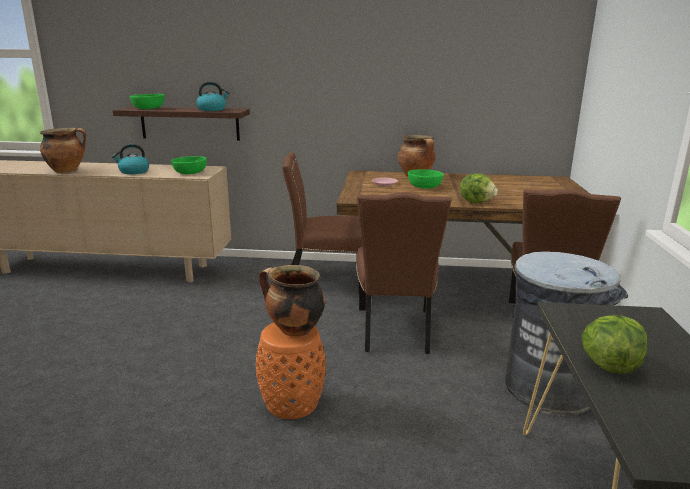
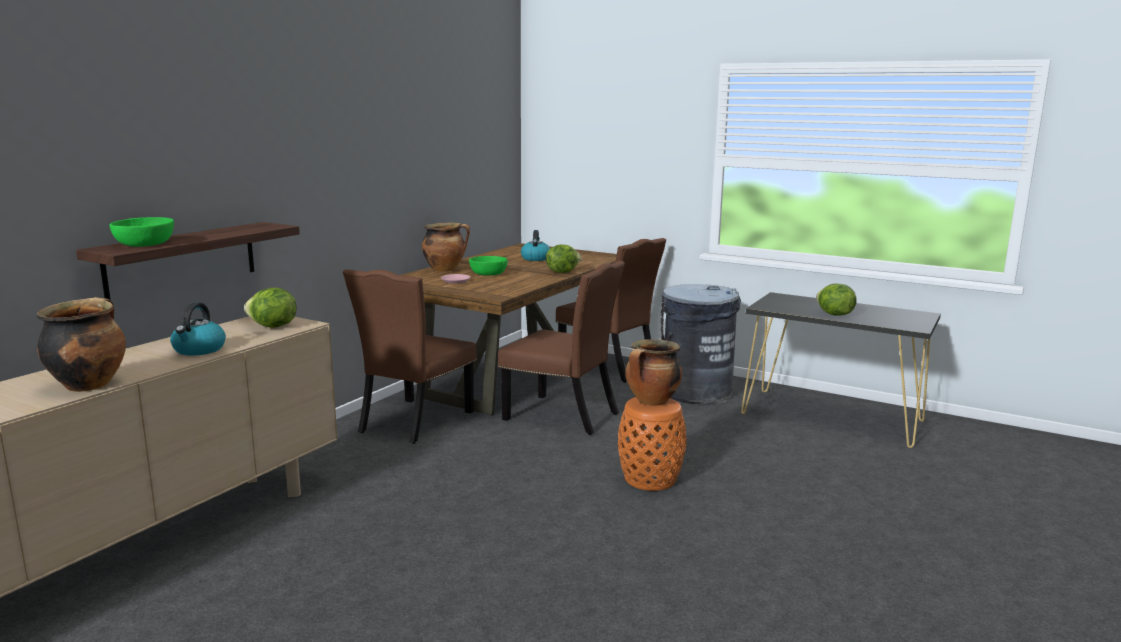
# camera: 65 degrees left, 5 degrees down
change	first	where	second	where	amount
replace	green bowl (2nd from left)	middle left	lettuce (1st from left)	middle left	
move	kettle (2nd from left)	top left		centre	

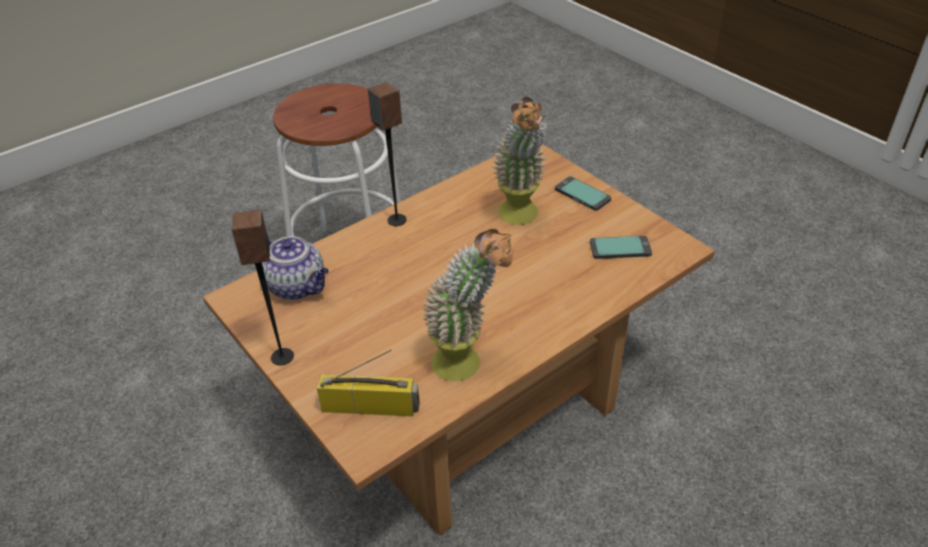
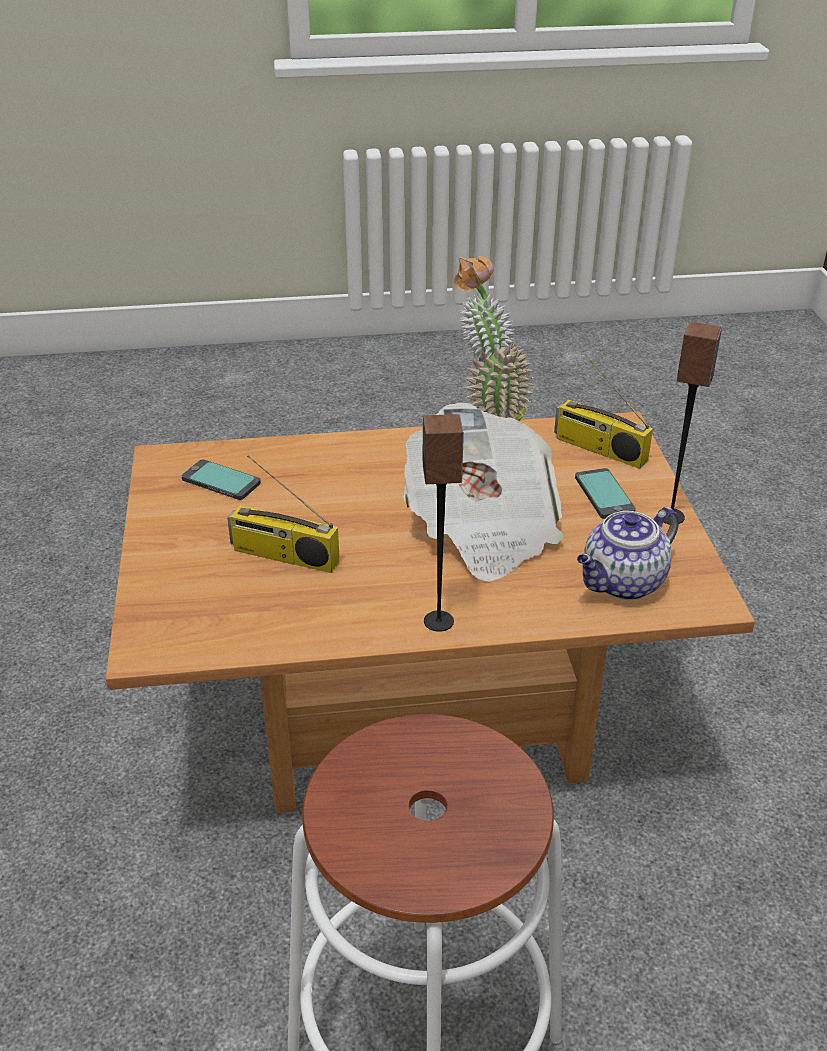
# camera: 150 degrees left, 5 degrees down
change	first	where	second	where	amount
rotate	teapot	middle left		middle right	105 degrees counterclockwise
replace	potted plant (2nd from left)	top centre	radio (1st from left)	centre	
move	phone (1st from left in the first image)	centre	phone (2nd from left)	middle right	
insert			newspaper	centre	

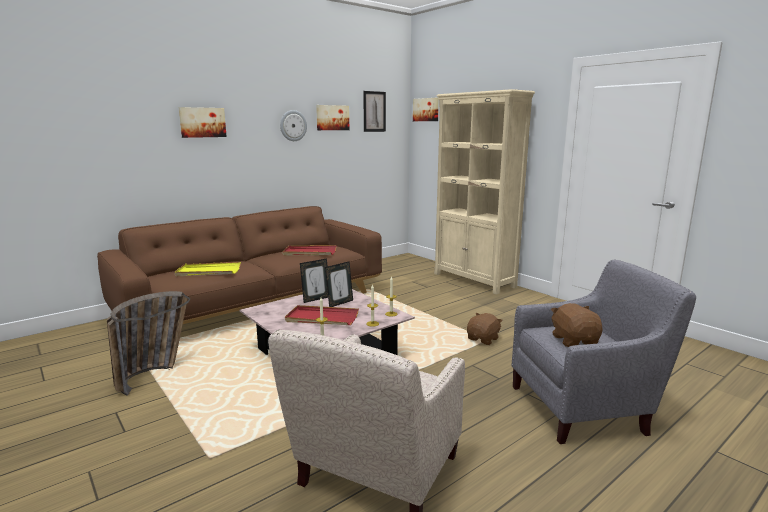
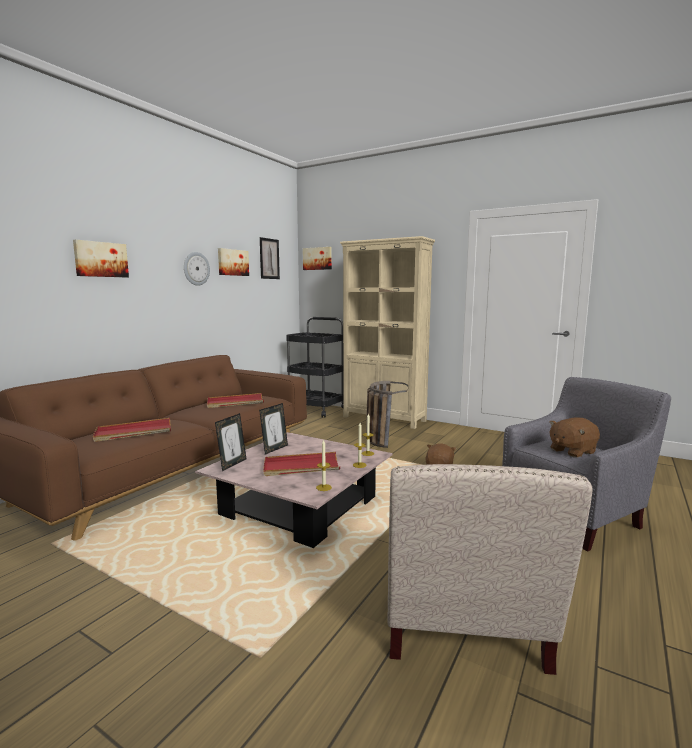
# camera: 20 degrees left, 5 degrees down
change	first	where	second	where	amount
move	basket	bottom left		centre	
recolor	yellow tray	middle left	red tray (1st from left)	middle left	
move	picture frame (2nd from left in the first image)	centre	picture frame (1st from left)	middle left	
rotate	brown plush toy (2nd from left)	middle right		middle right	90 degrees counterclockwise
insert			black cart	centre	

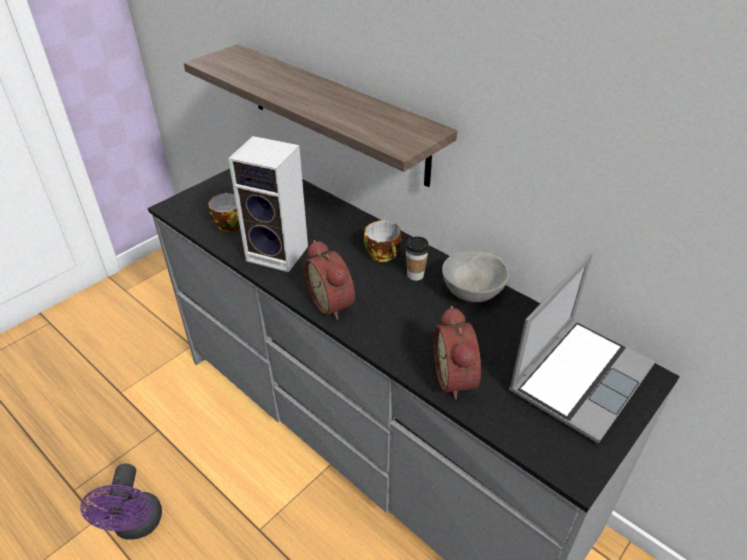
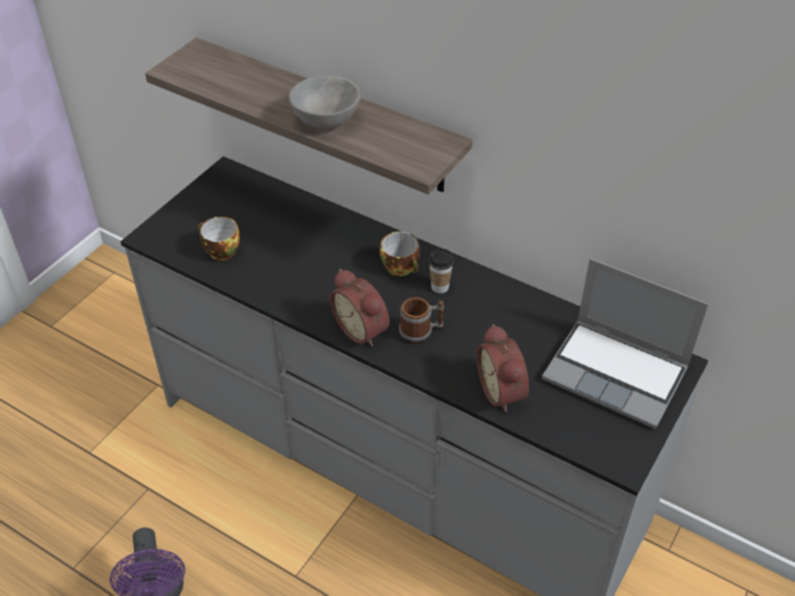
# camera: 10 degrees left, 5 degrees up
change	first	where	second	where	amount
delete	speaker	centre			
move	grey bowl	centre		top centre	
rotate	laptop	middle right		middle right	90 degrees clockwise
insert			mug	centre	

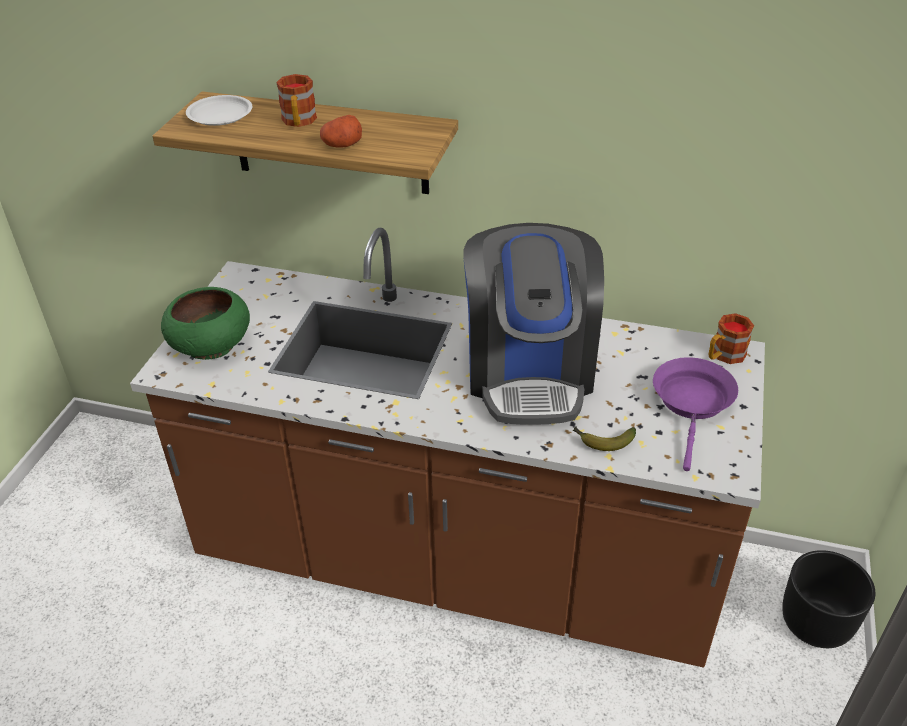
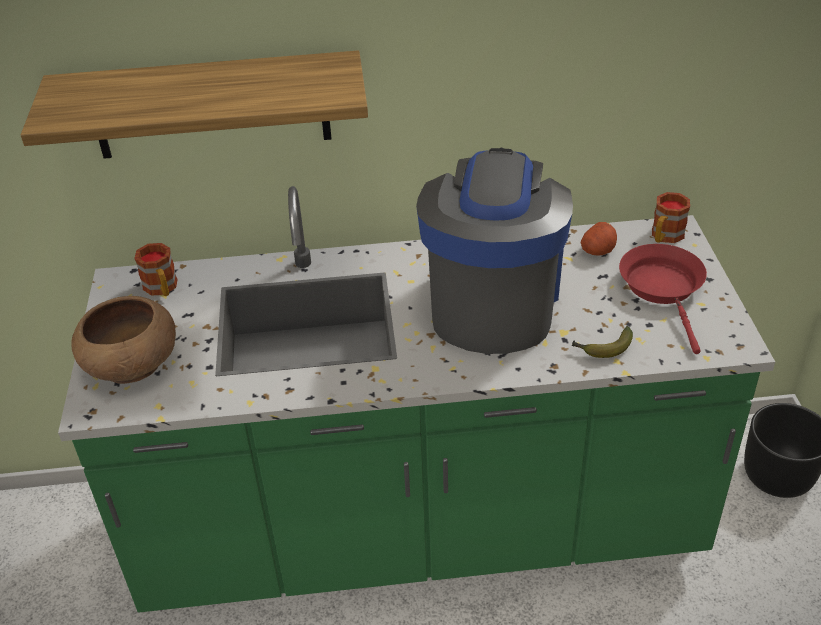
# camera: 20 degrees left, 0 degrees up
change	first	where	second	where	amount
recolor	brown counter	centre	green counter	centre	
recolor	green bowl	middle left	brown bowl	middle left	
delete	white plate	top left			
move	mug (1st from left)	top left		middle left	
move	potato	top centre		middle right	
rotate	coffee machine	centre		centre	150 degrees counterclockwise
recolor	purple frying pan	middle right	red frying pan	middle right	

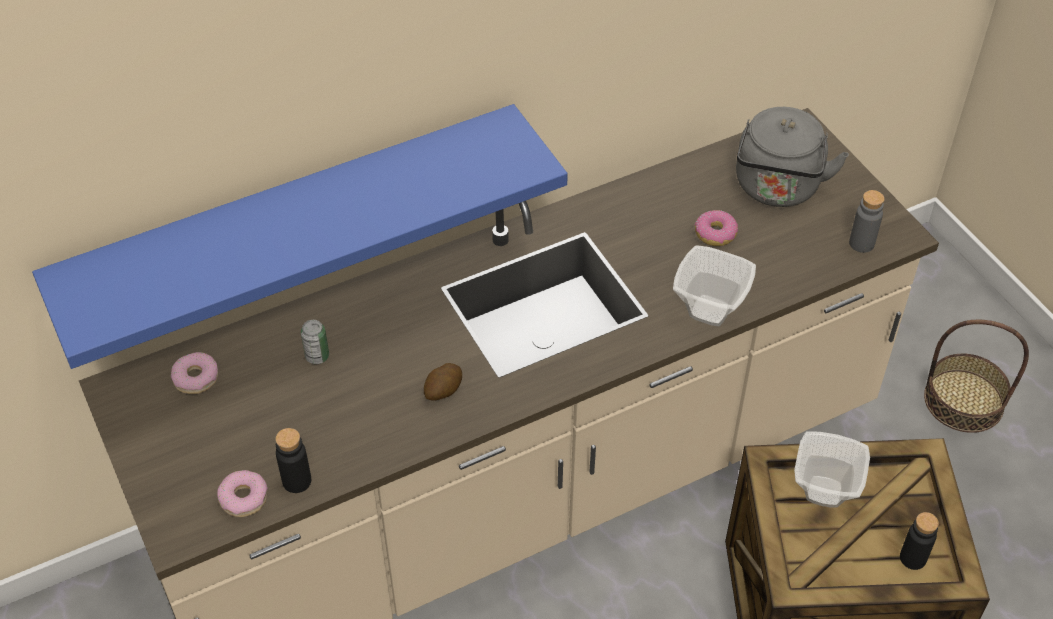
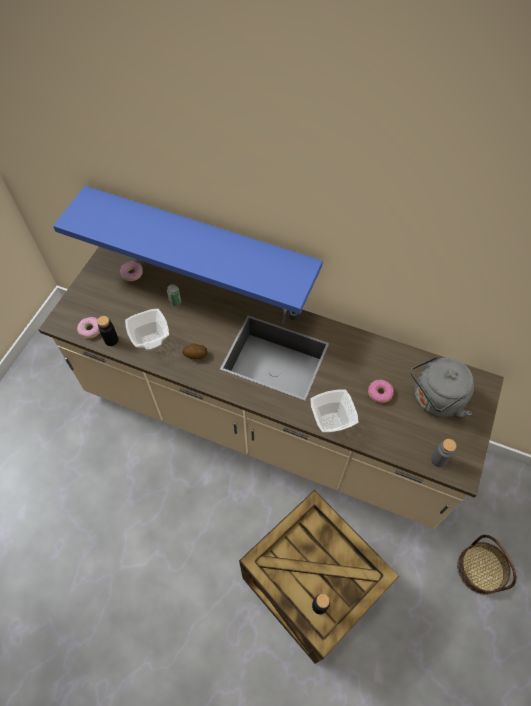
# camera: 50 degrees right, 10 degrees up
change	first	where	second	where	amount
move	bowl (2nd from left in the first image)	bottom right	bowl (1st from left)	middle left	

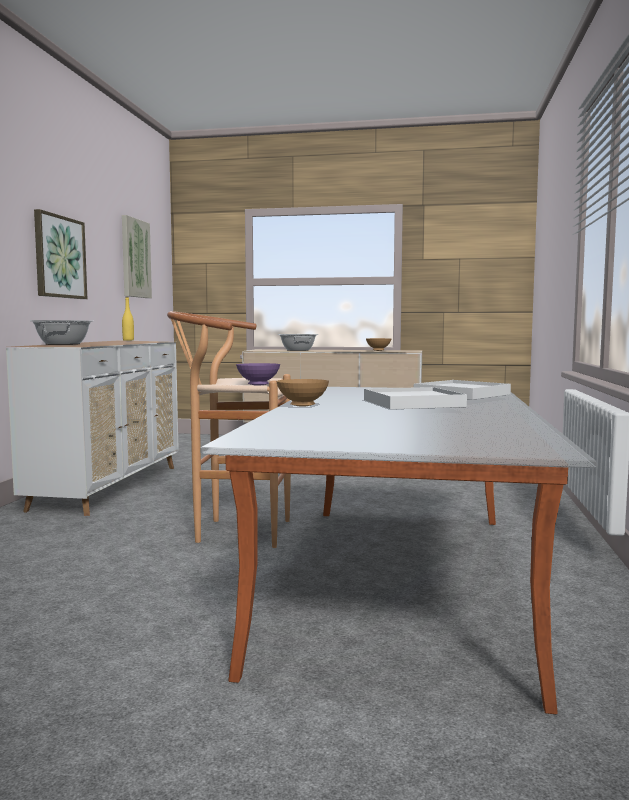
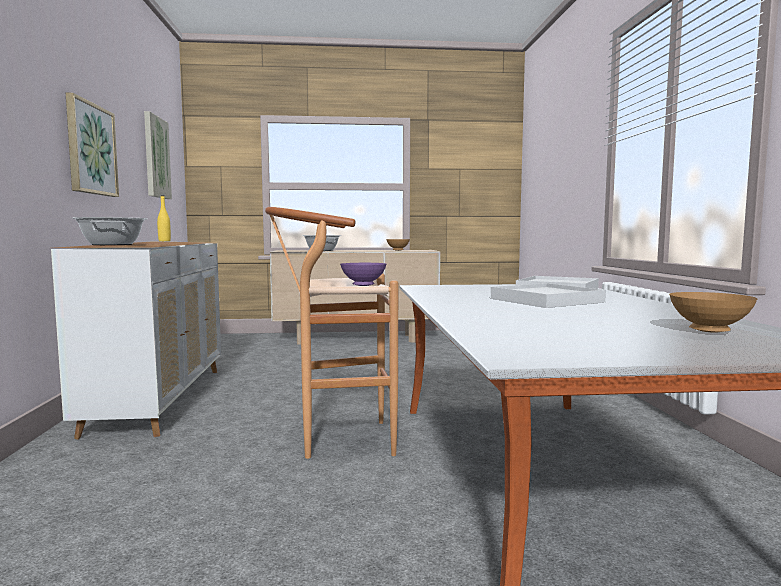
# camera: 15 degrees left, 0 degrees up
change	first	where	second	where	amount
move	brown bowl (1st from left in the first image)	centre	brown bowl (2nd from left)	middle right	

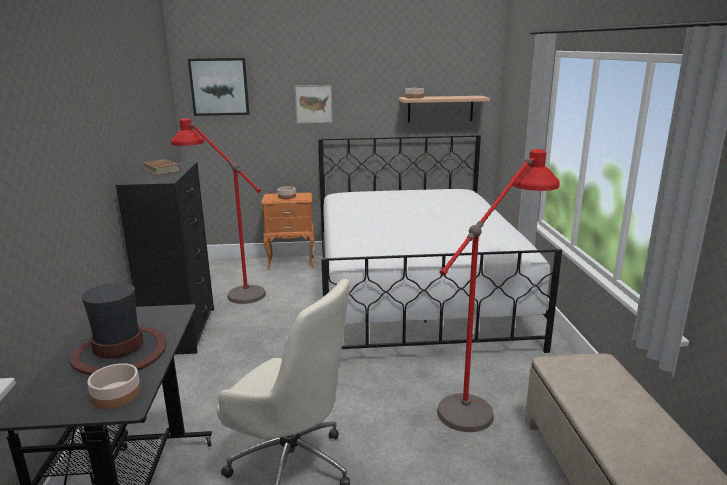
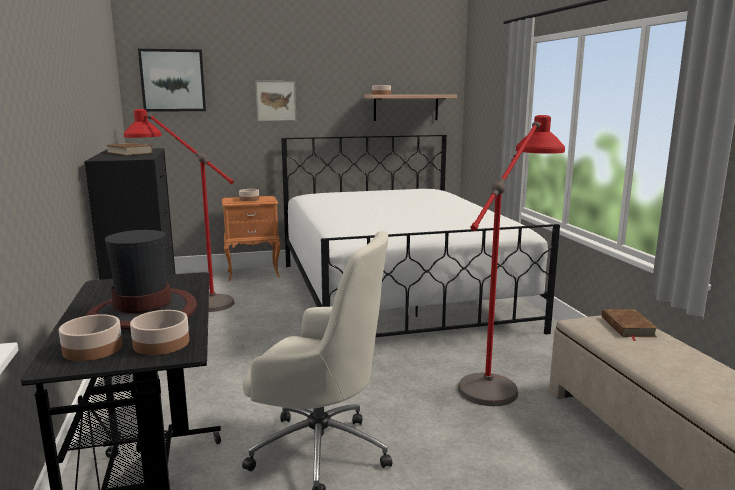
# camera: 10 degrees left, 5 degrees down
change	first	where	second	where	amount
insert			bowl (1st from left)	bottom left	
insert			brown book (2nd from left)	middle right	

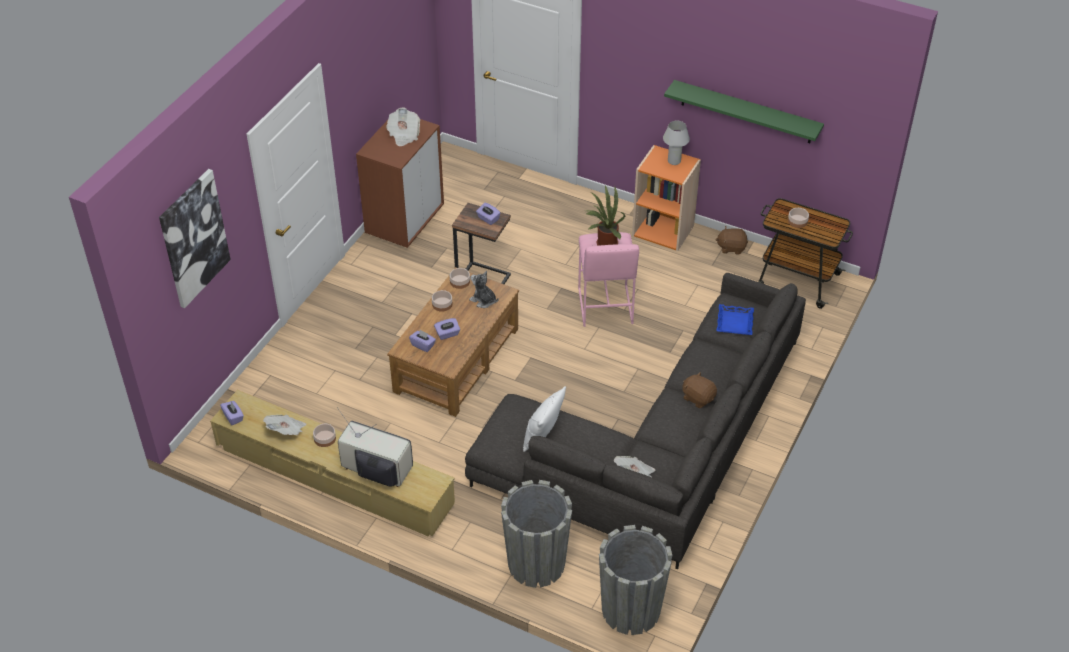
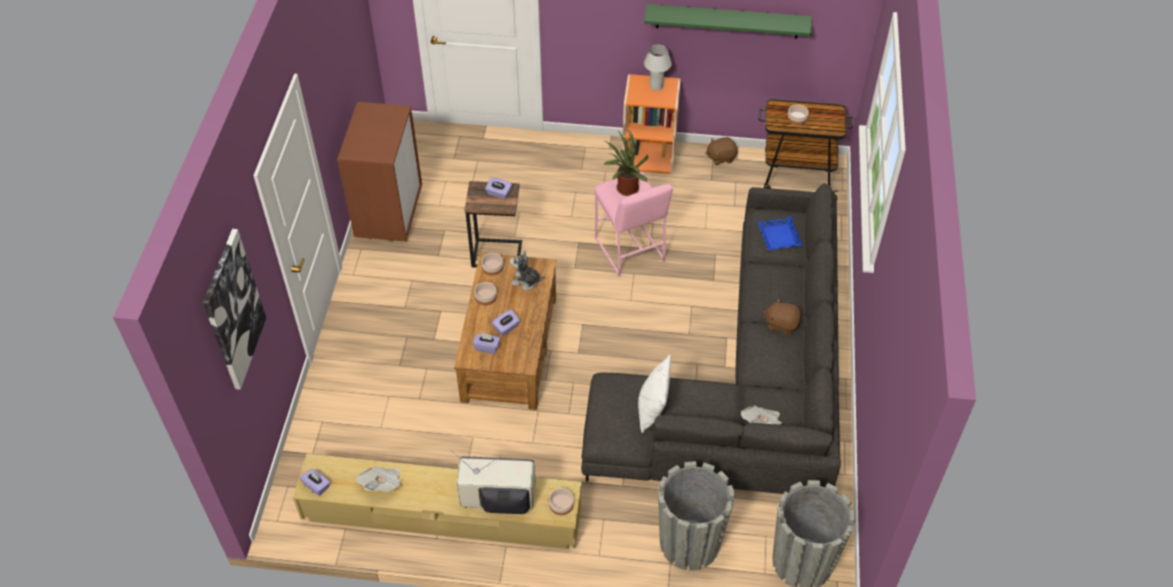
# camera: 20 degrees left, 5 degrees up
change	first	where	second	where	amount
move	bowl (1st from left in the first image)	bottom left	bowl (3rd from left)	bottom centre	
delete	newspaper (2nd from left)	top centre			

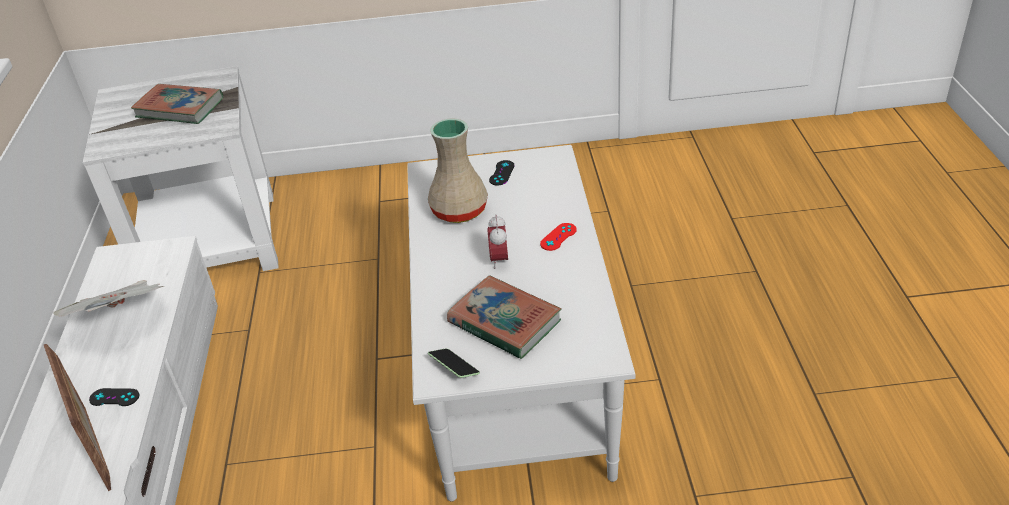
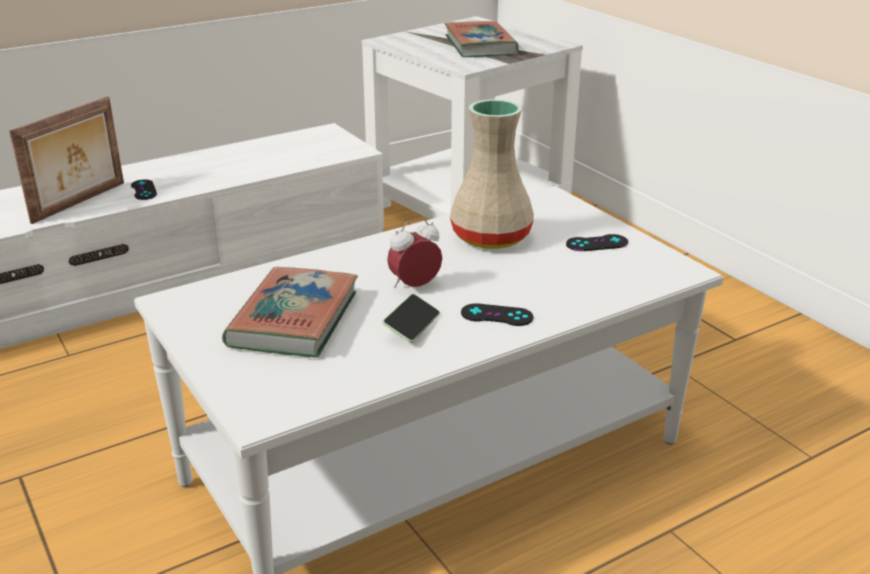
# camera: 60 degrees right, 10 degrees down
change	first	where	second	where	amount
delete	newspaper	middle left			
move	phone	bottom centre		centre	
recolor	red game controller	centre	black game controller (2nd from left)	centre	

